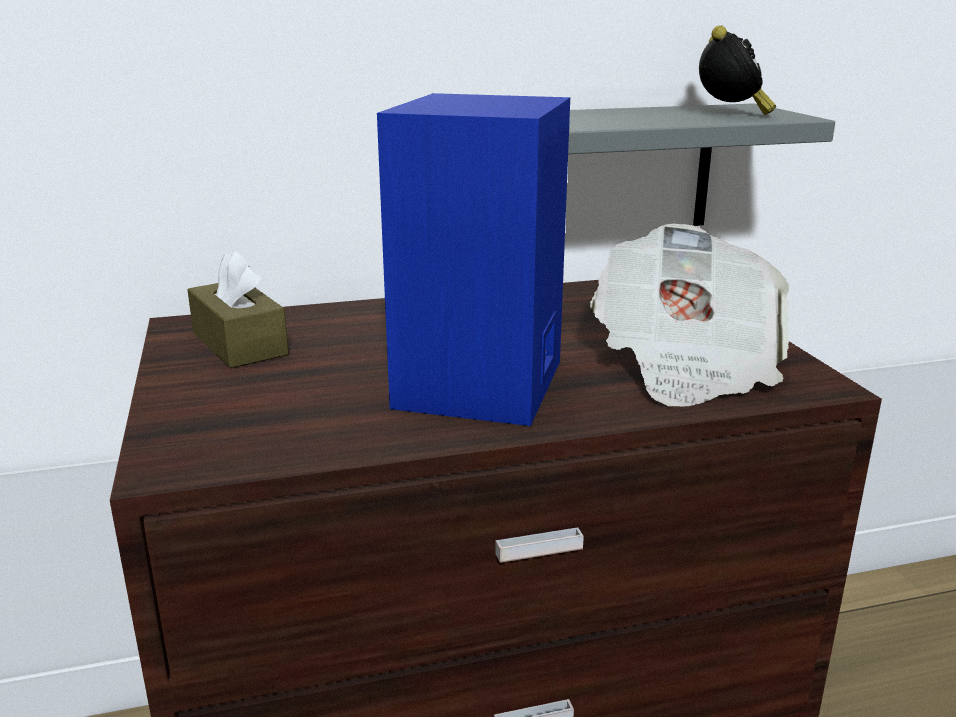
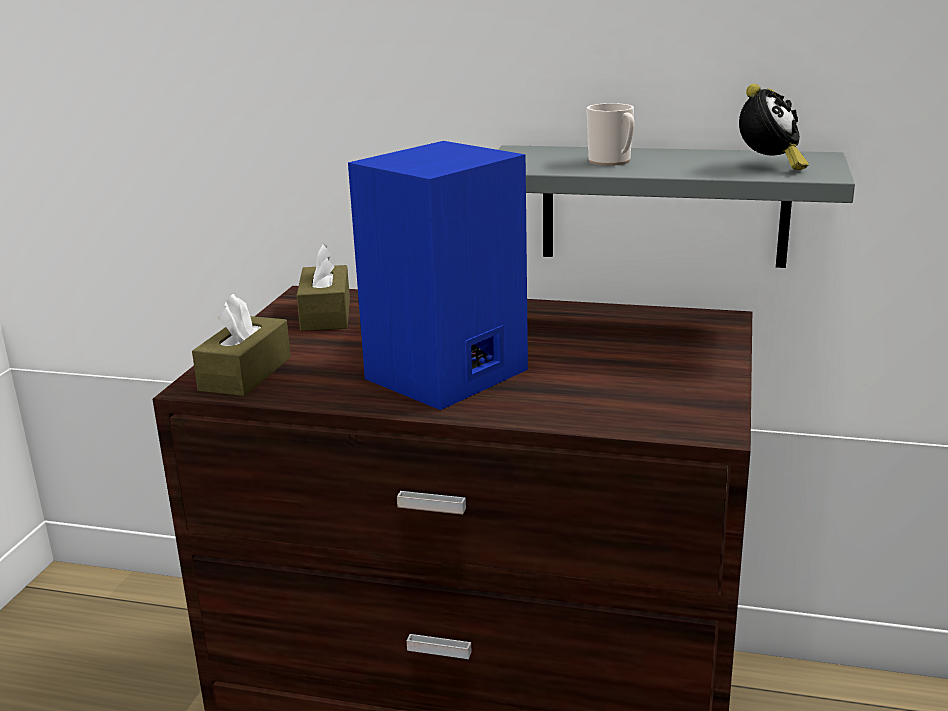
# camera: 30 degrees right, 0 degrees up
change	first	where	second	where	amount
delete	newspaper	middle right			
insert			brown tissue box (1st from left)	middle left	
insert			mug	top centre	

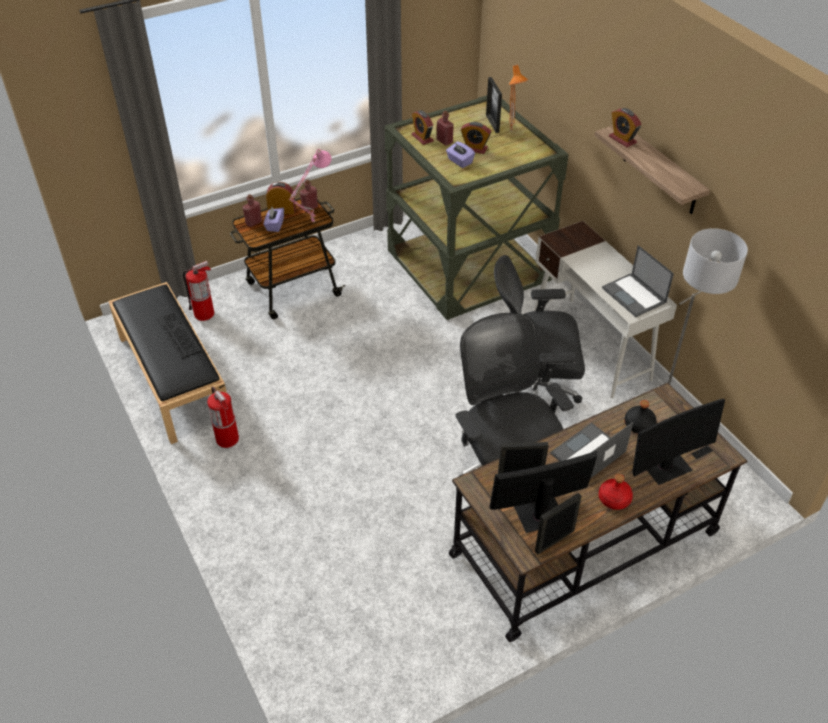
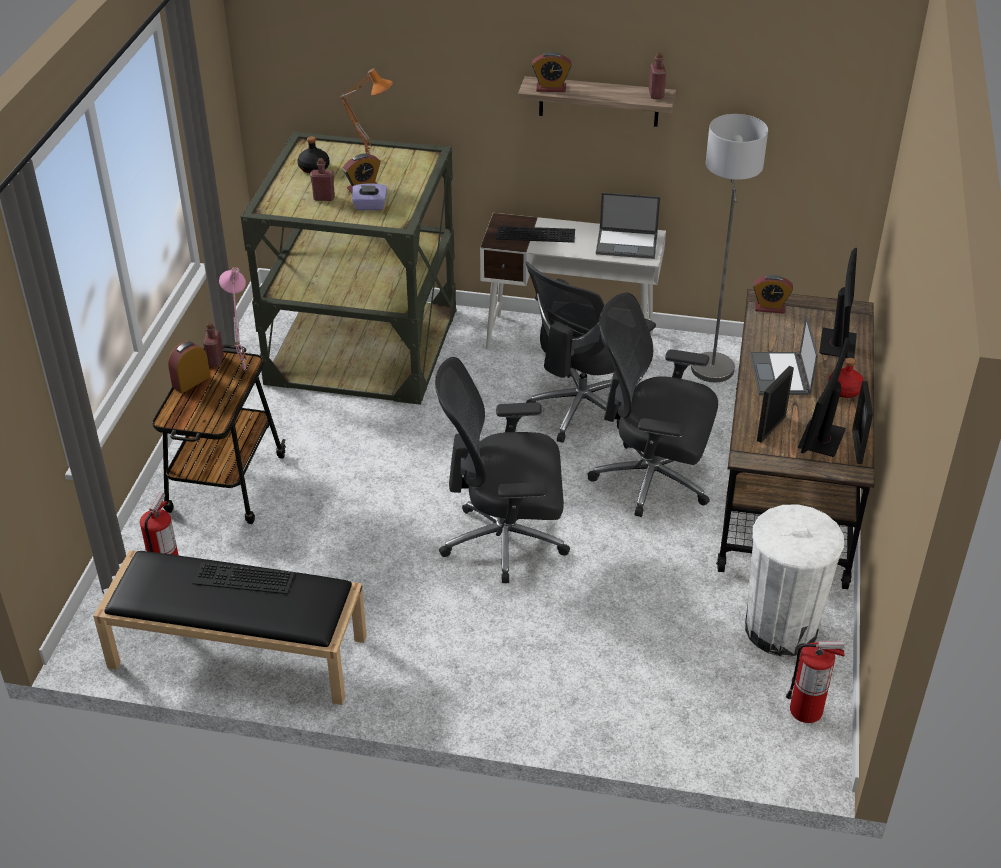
# camera: 50 degrees left, 5 degrees down
change	first	where	second	where	amount
move	fire extinguisher (2nd from left)	middle left		bottom right	
move	red bottle (1st from left in the first image)	top left	red bottle (3rd from left)	top centre	
delete	purple tissue box (1st from left)	top left			
move	alarm clock (2nd from left in the first image)	top centre	alarm clock (4th from left)	middle right	
delete	picture frame (1st from left)	top centre			
move	black bottle	middle right		top left	
insert			office chair (1st from left)	centre	
insert			keyboard (2nd from left)	top centre	
insert			white trash can	bottom right	

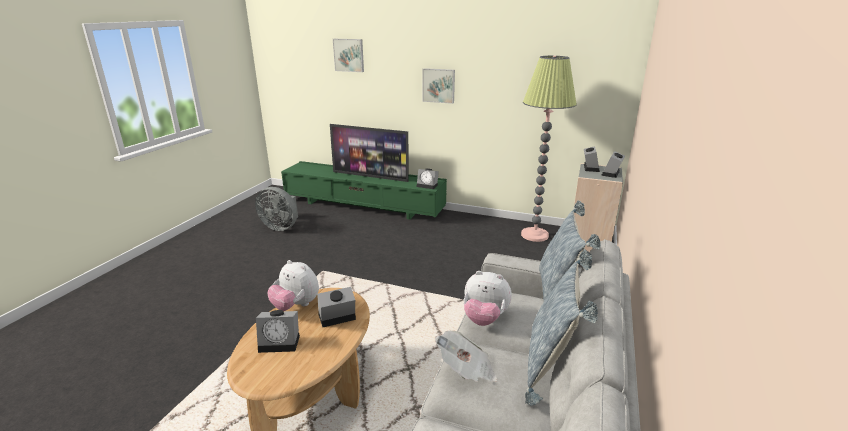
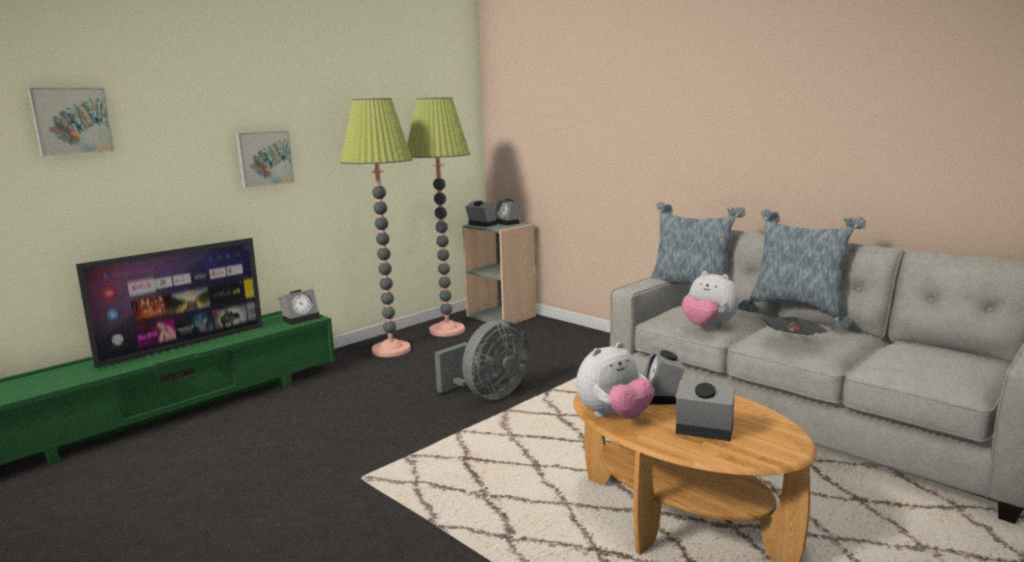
# camera: 65 degrees left, 10 degrees down
change	first	where	second	where	amount
move	grey fan	middle left		centre	
rotate	alarm clock (1st from left in the first image)	bottom left	alarm clock (5th from left)	bottom right	90 degrees counterclockwise
rotate	plush toy (2nd from left)	bottom centre		middle right	90 degrees clockwise
insert			floor lamp (1st from left)	centre	

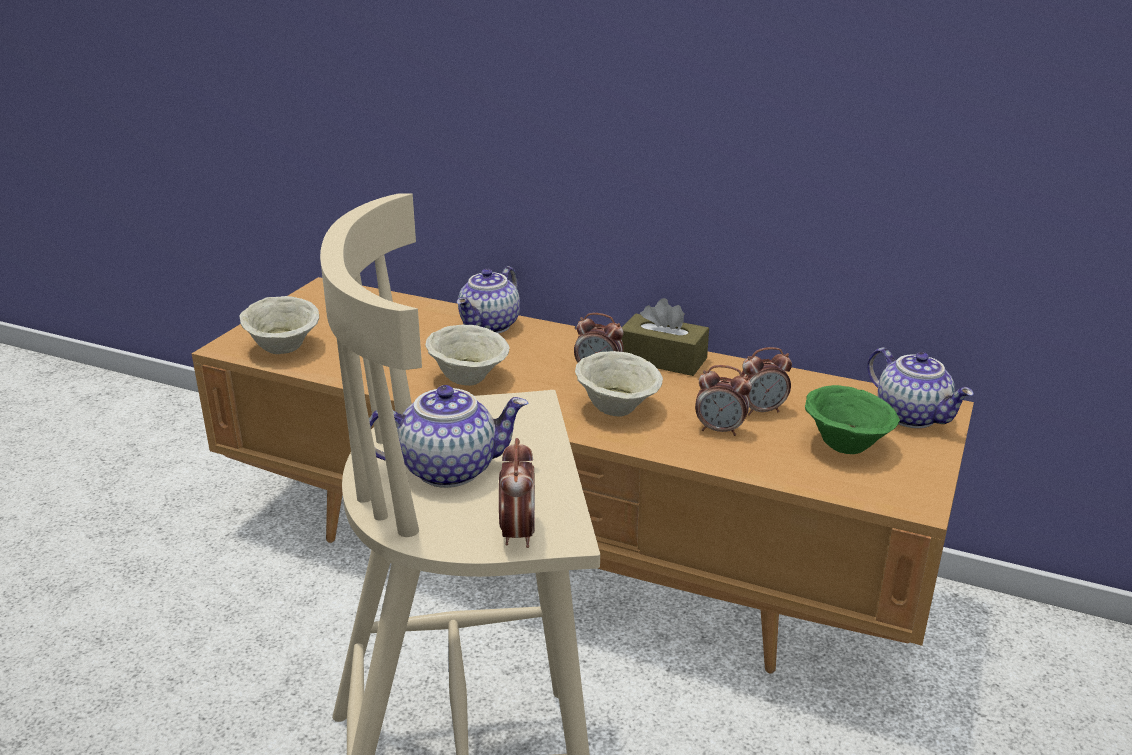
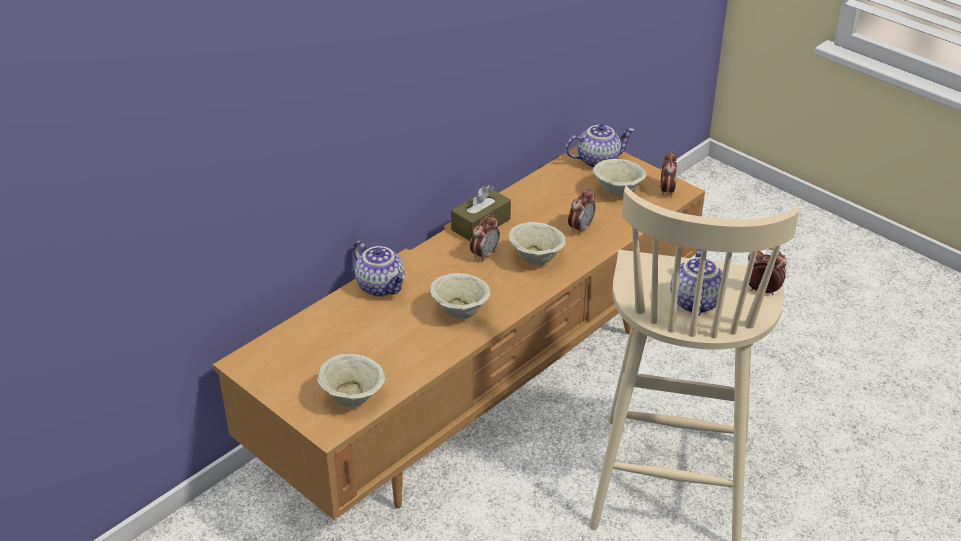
# camera: 70 degrees left, 10 degrees up
change	first	where	second	where	amount
move	alarm clock (4th from left in the first image)	middle right	alarm clock (3rd from left)	top right	
recolor	green bowl	middle right	beige bowl (4th from left)	top centre	

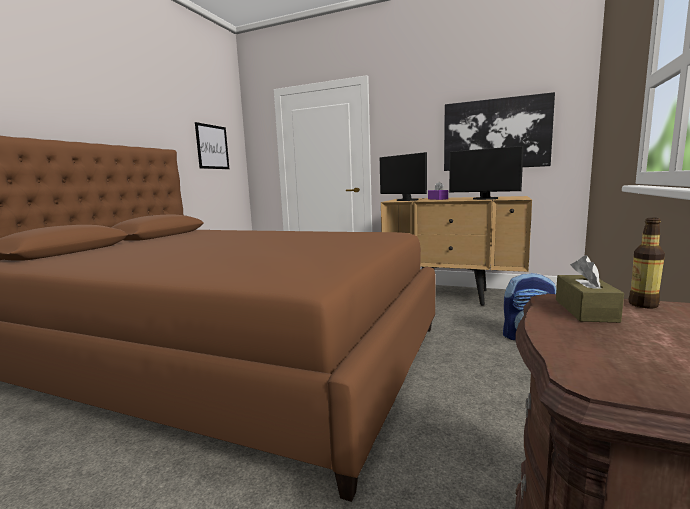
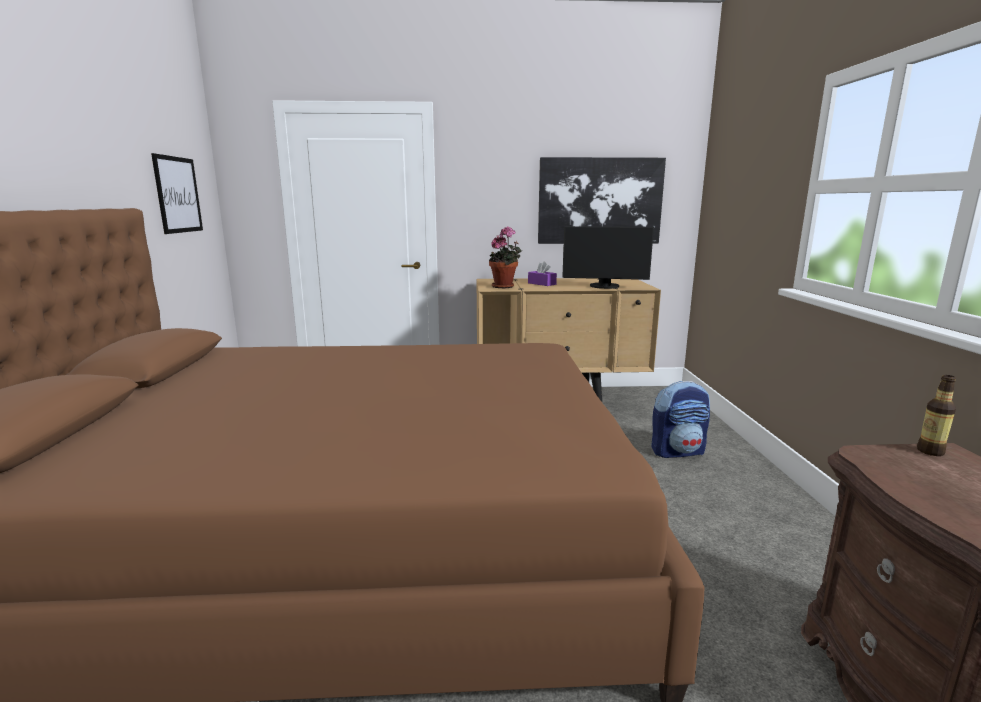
# camera: 25 degrees left, 5 degrees up
change	first	where	second	where	amount
replace	monitor (1st from left)	centre	potted plant	centre	
delete	brown tissue box	middle right			

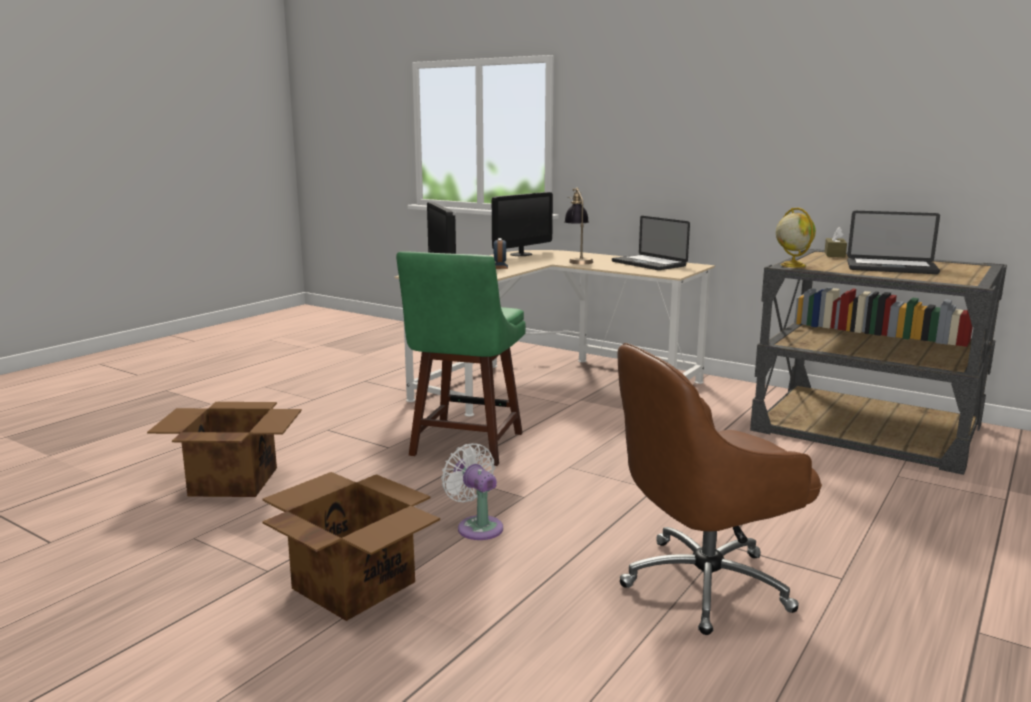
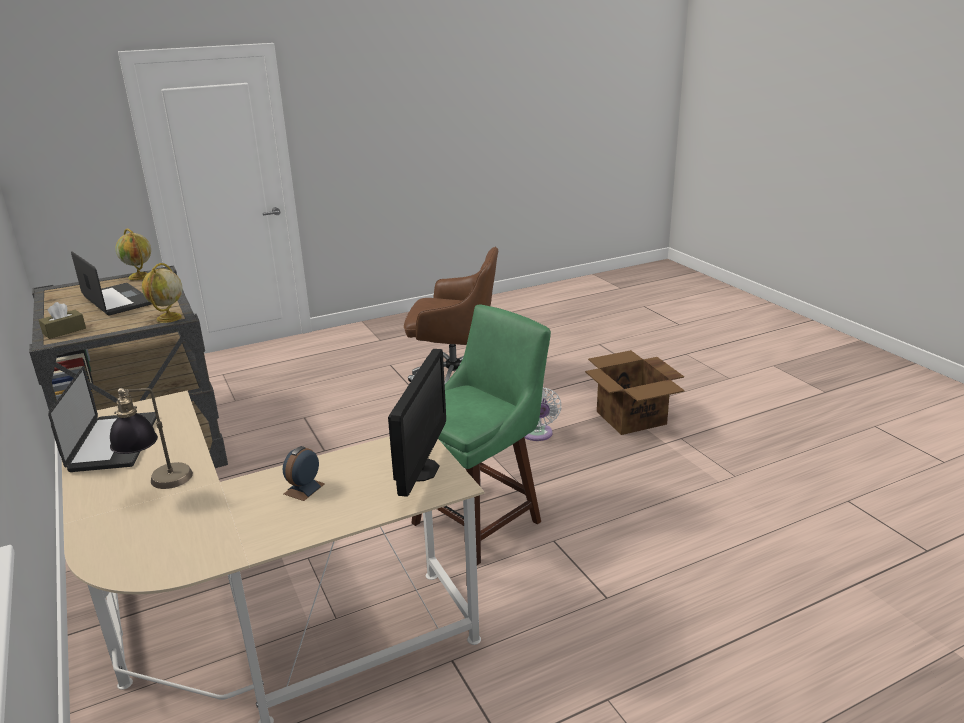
# camera: 150 degrees left, 10 degrees up
change	first	where	second	where	amount
delete	cardboard box (1st from left)	middle left			
delete	monitor (2nd from left)	top centre			
insert			globe (1st from left)	middle left	

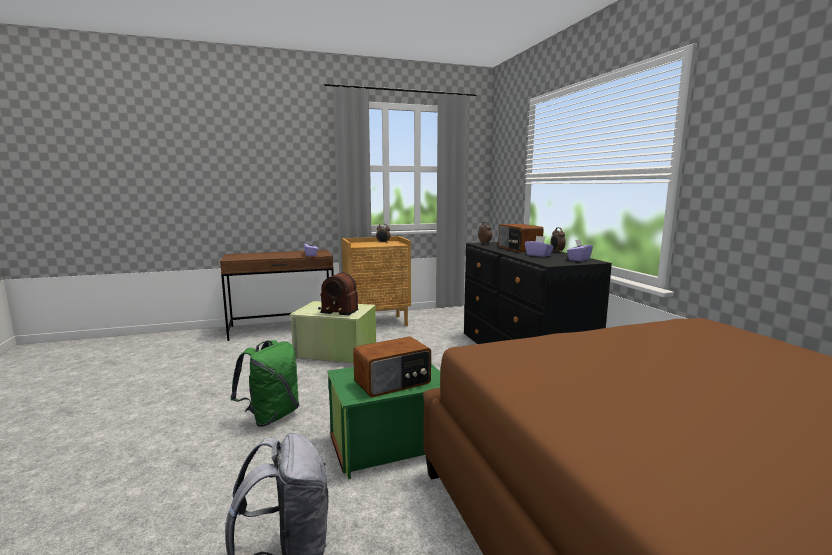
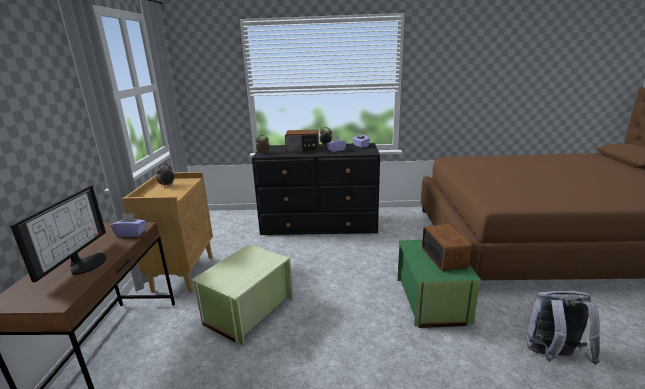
# camera: 70 degrees left, 10 degrees up
change	first	where	second	where	amount
delete	green backpack	bottom left			
delete	radio (1st from left)	centre			
insert			monitor	middle left	

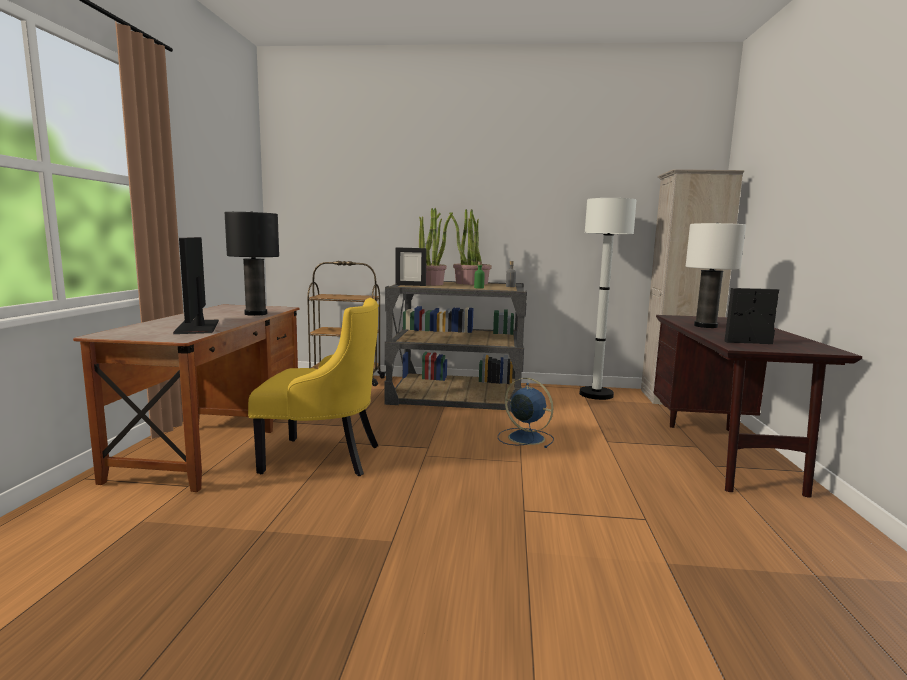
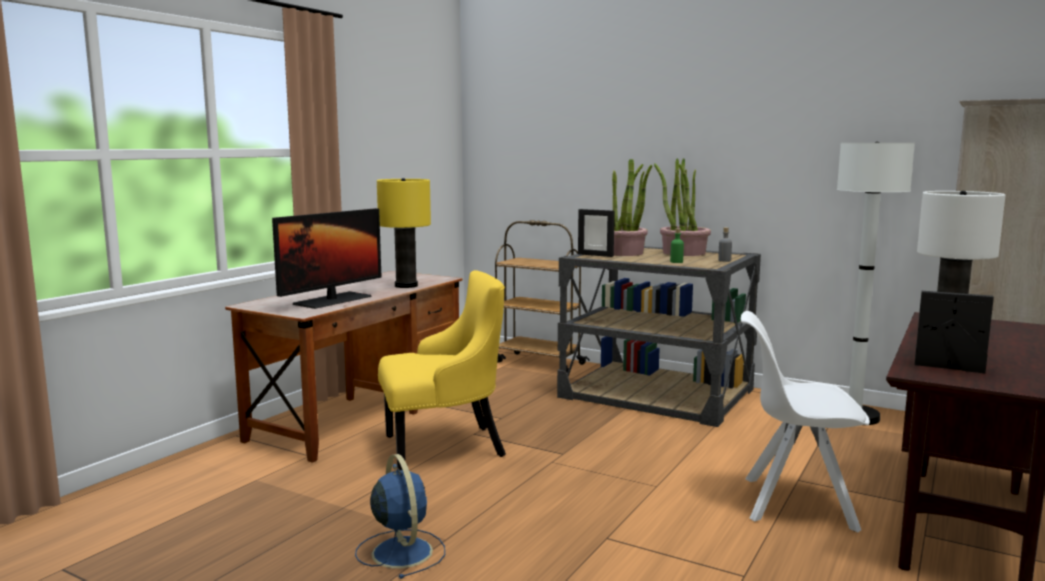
# camera: 25 degrees right, 0 degrees up
change	first	where	second	where	amount
rotate	monitor	middle left		middle left	150 degrees counterclockwise
recolor	black table lamp	middle left	yellow table lamp	centre	
rotate	yellow chair	centre		centre	45 degrees counterclockwise
move	blue fan	centre		bottom centre	
insert			white chair	bottom right	

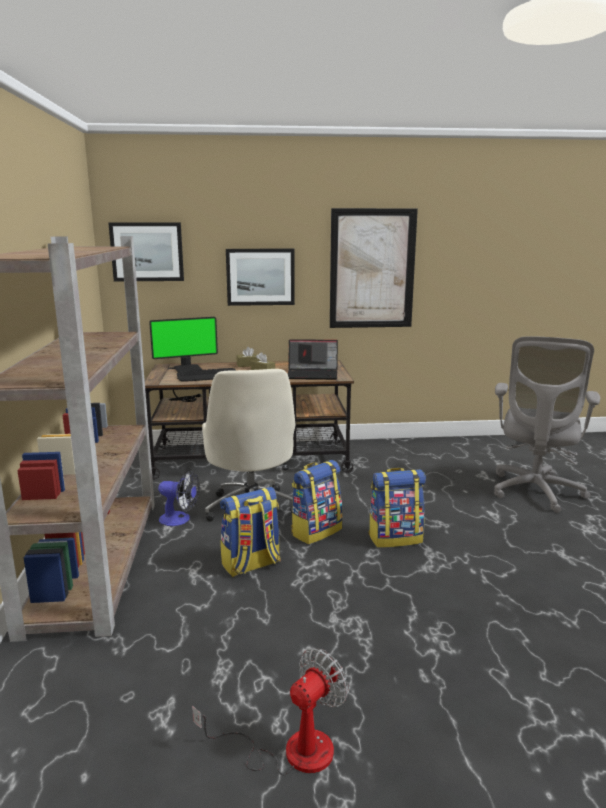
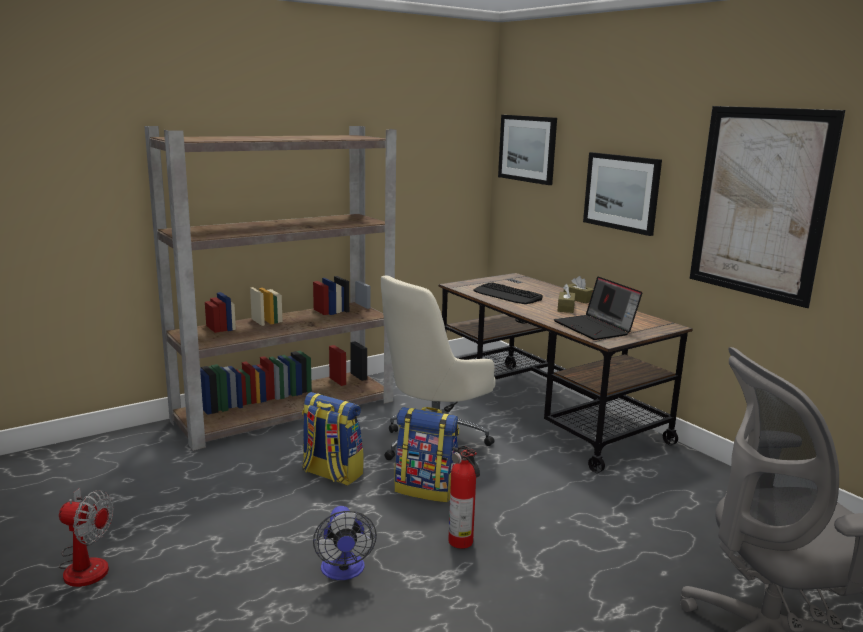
# camera: 60 degrees right, 0 degrees up
change	first	where	second	where	amount
delete	monitor	middle left			
move	fan (1st from left in the first image)	middle left	fan (2nd from left)	bottom centre	
replace	backpack (3rd from left)	centre	fire extinguisher	bottom centre	

